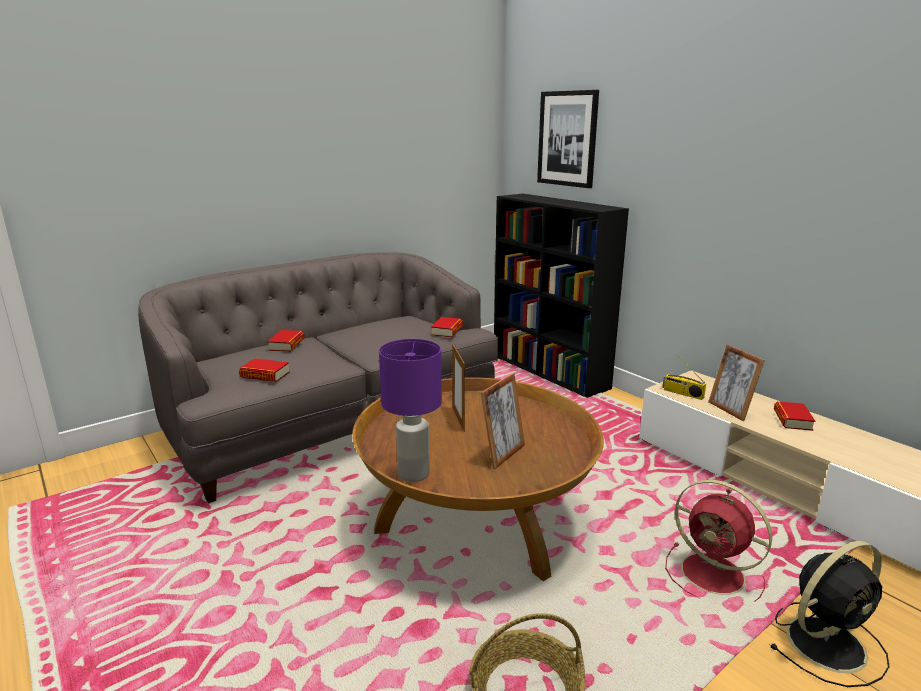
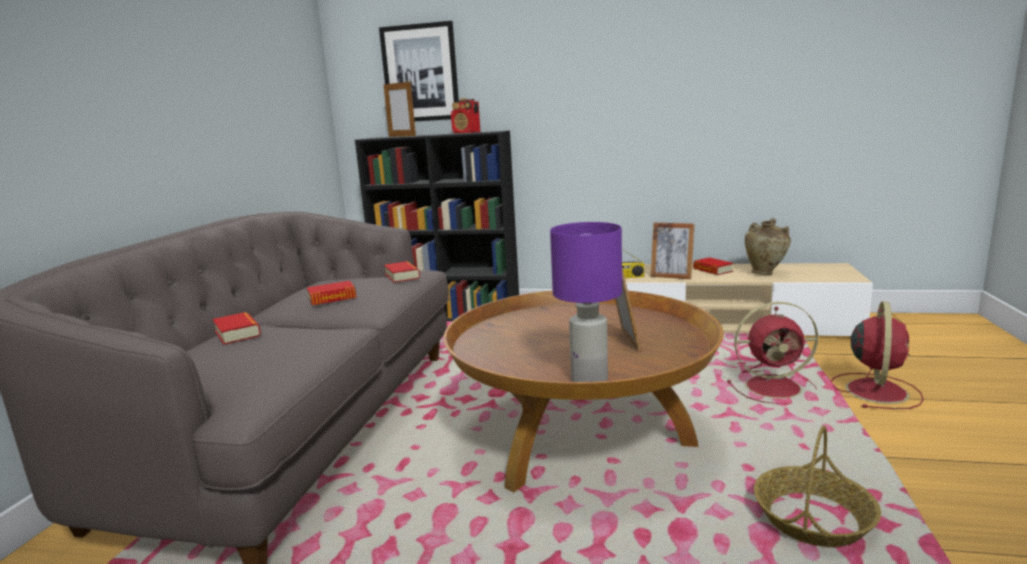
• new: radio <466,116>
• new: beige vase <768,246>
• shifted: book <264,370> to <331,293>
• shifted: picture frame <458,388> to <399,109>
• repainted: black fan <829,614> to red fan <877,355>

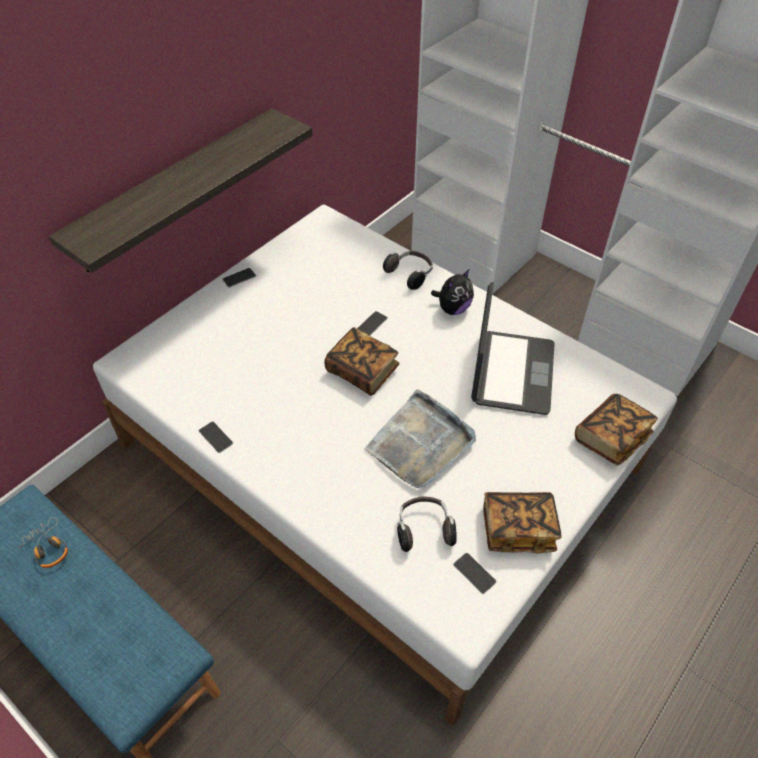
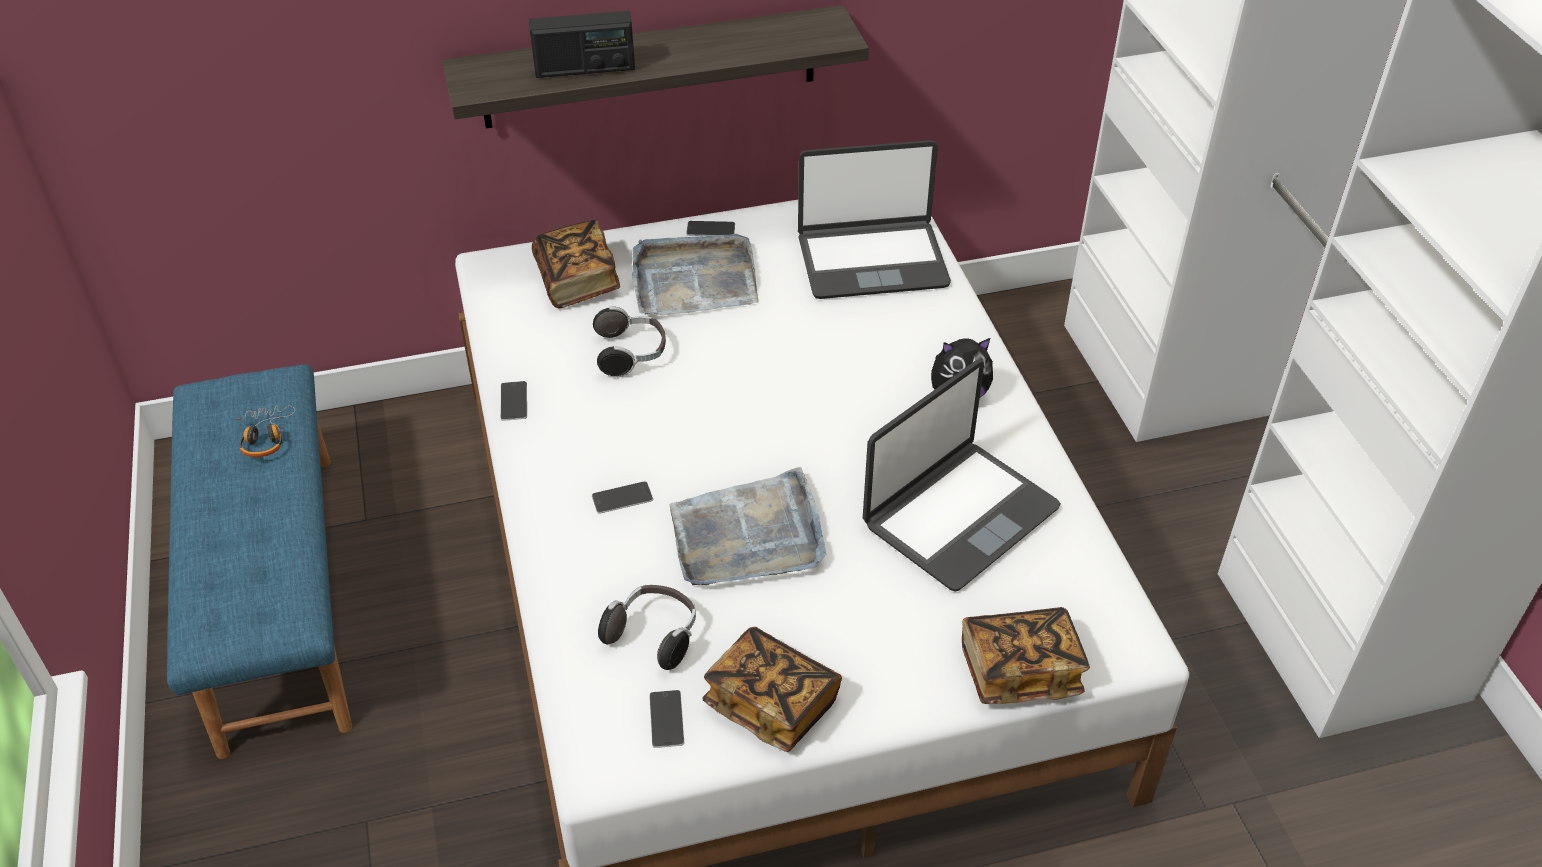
• new: radio <582,44>
• new: grey tray <695,274>
• new: laptop <874,219>
• shifted: book <361,361> to <576,264>
• shifted: phone <372,323> to <622,497>
• shifted: headphones <408,270> to <629,341>

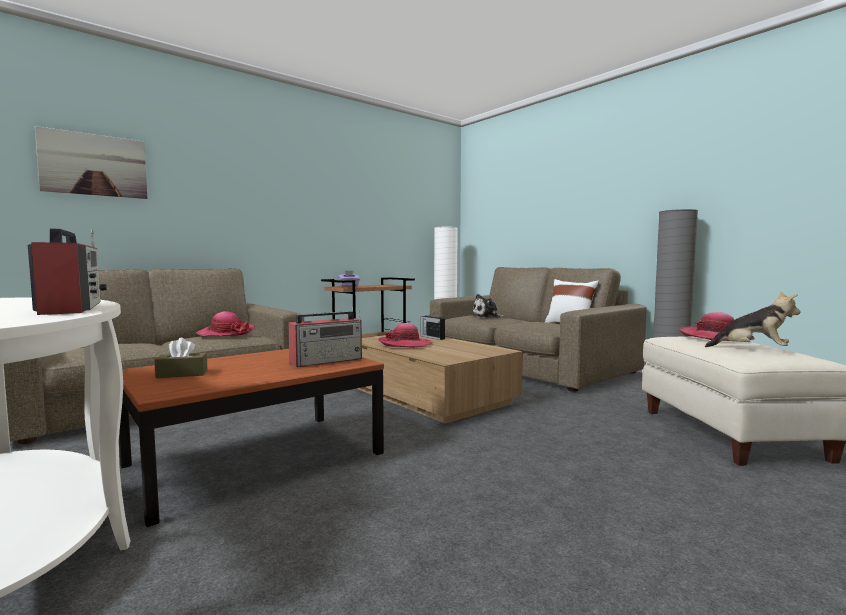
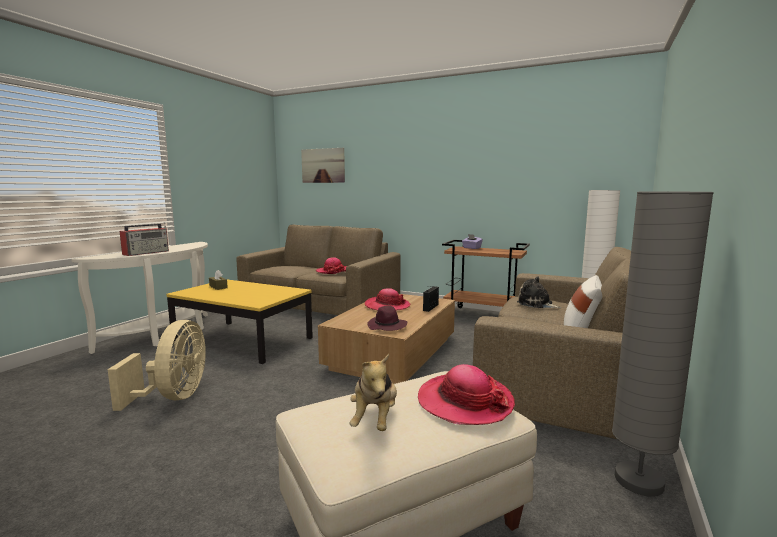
• gone: radio <325,338>
• new: beige fan <157,365>
• new: purple hat <387,318>
• repainted: brown coffee table <251,438> to yellow coffee table <239,322>

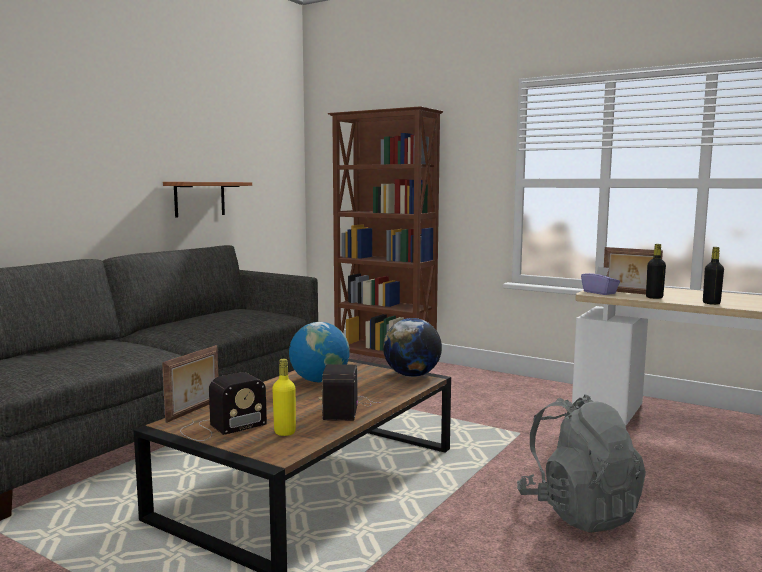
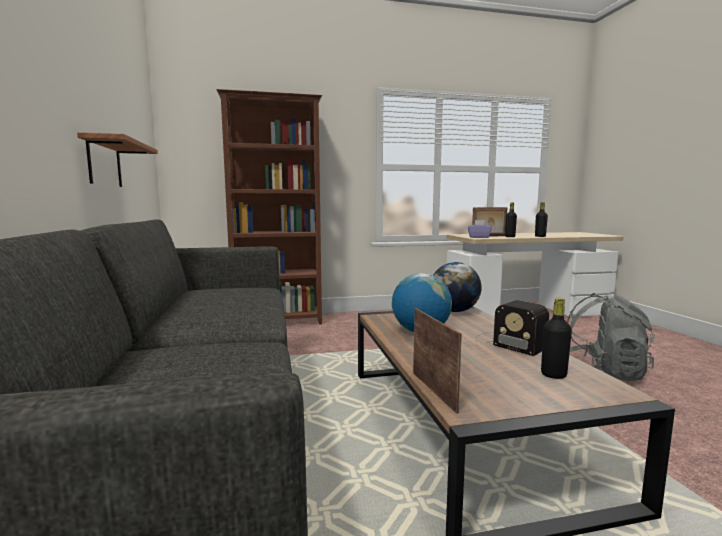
• gone: radio <223,406>
• repainted: yellow bottle <284,397> to black bottle <556,338>

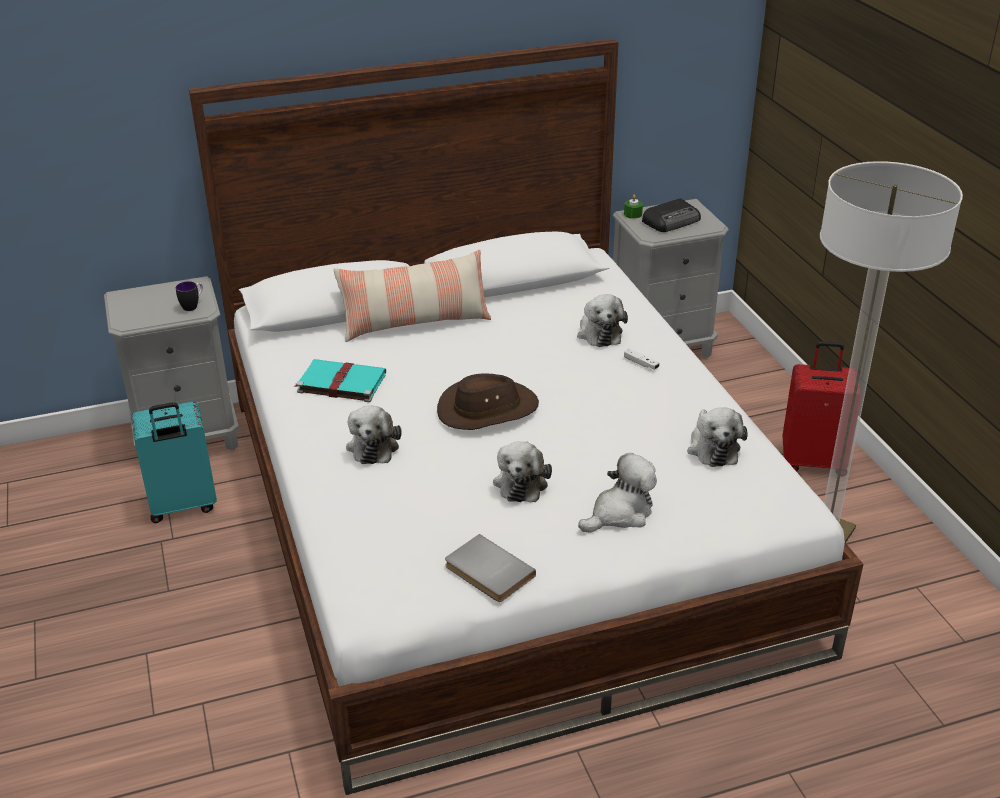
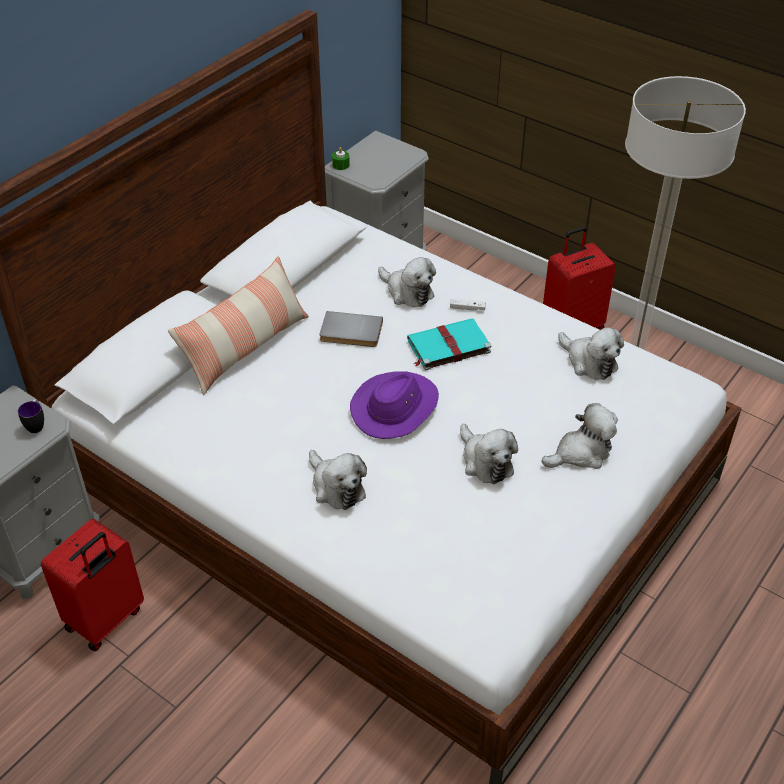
• gone: radio <671,215>
• shifted: turquoise book <340,380> to <449,344>
• shifted: grey book <490,568> to <351,329>
• repainted: turquoise suitcase <174,462> to red suitcase <92,585>
• repainted: brown hat <488,402> to purple hat <394,405>
• rotated: plush toy <617,493> = <579,436> 45 degrees clockwise

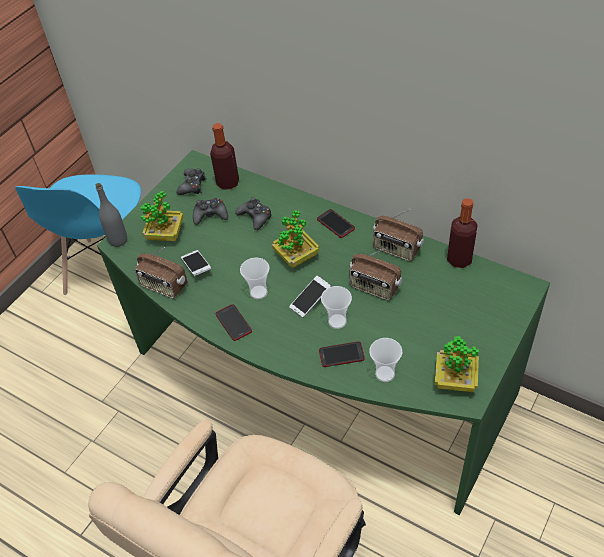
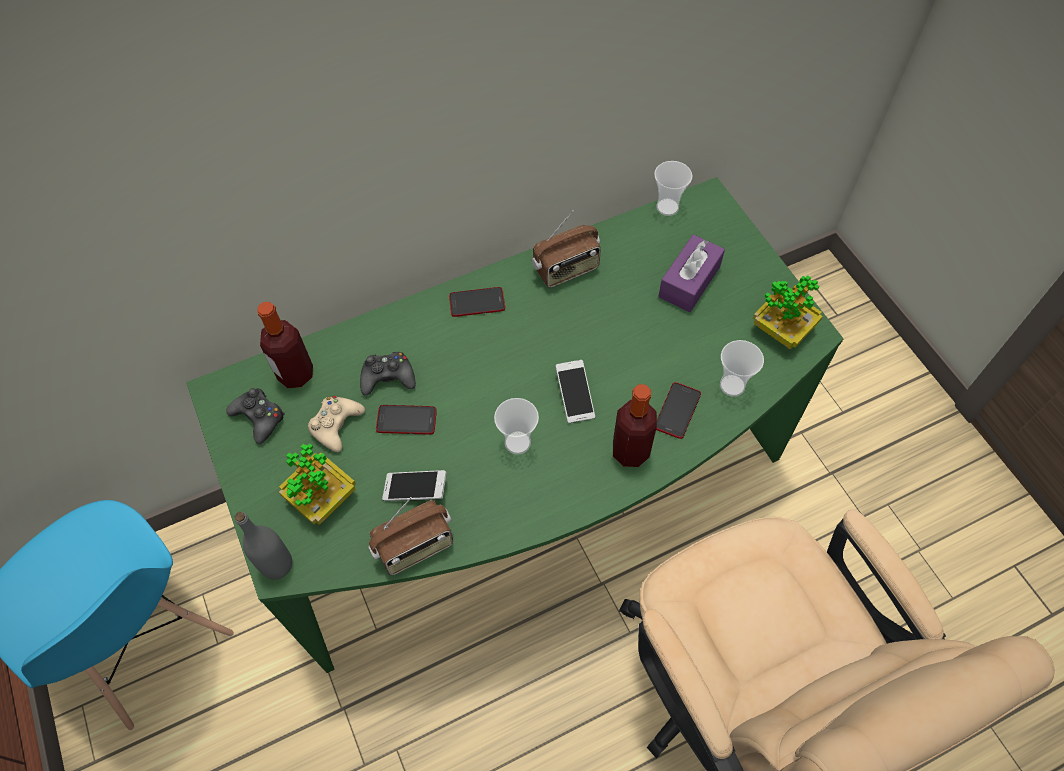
• gone: potted plant <295,239>
• gone: radio <376,273>
• new: purple tissue box <691,273>
• shifted: phone <233,322> to <406,420>
• shifted: cup <336,307> to <673,188>
• shifted: bottle <462,233> to <635,425>
• repainted: black game controller <210,211> to beige game controller <336,424>

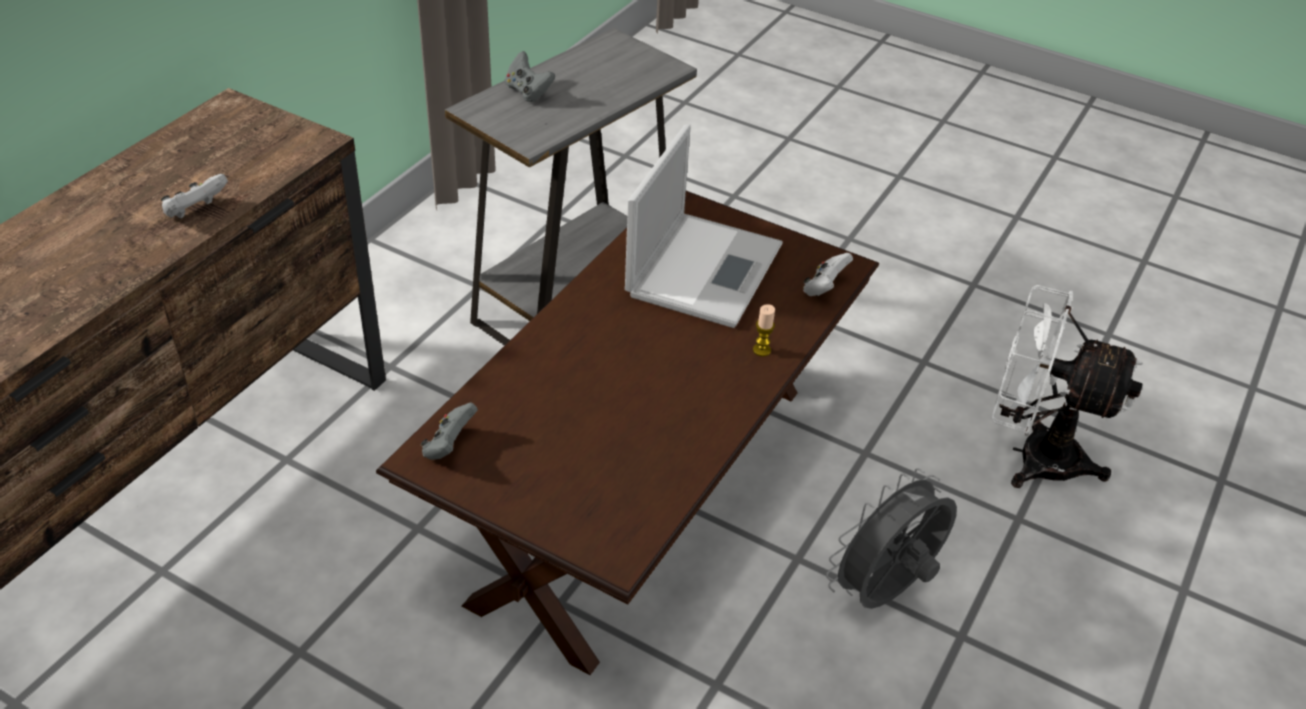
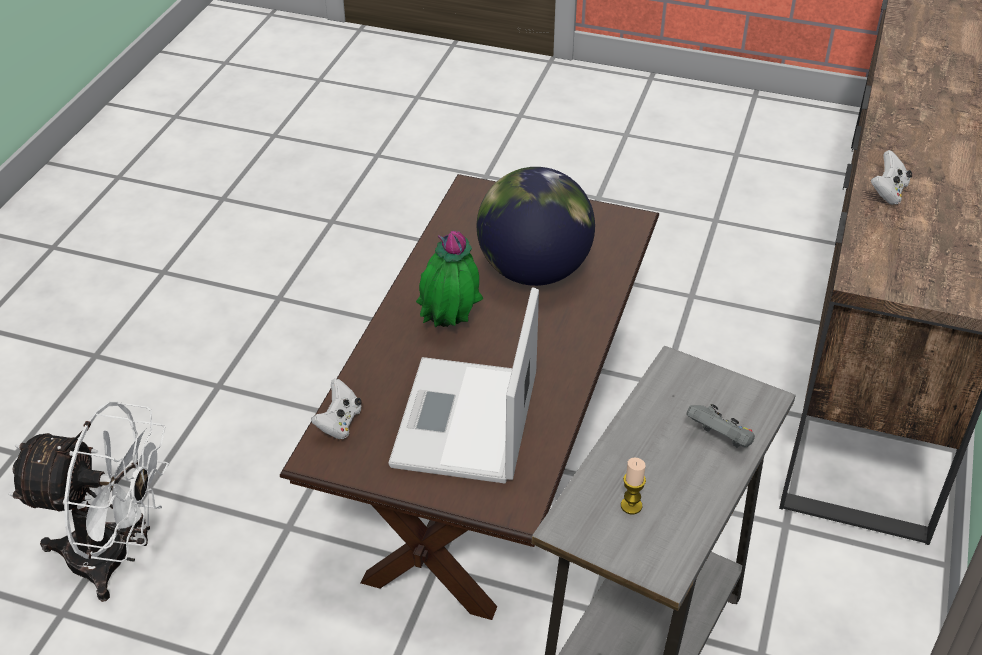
• gone: grey game controller <449,431>
• gone: grey fan <891,538>
• new: potted plant <449,279>
• new: globe <536,226>
• shifted: candle <764,330> to <633,485>

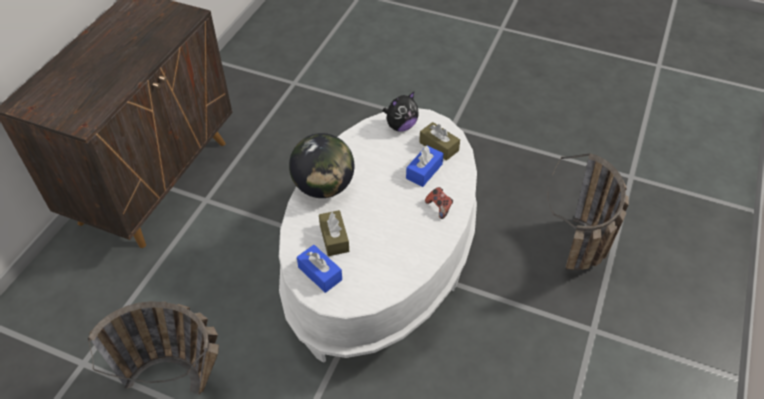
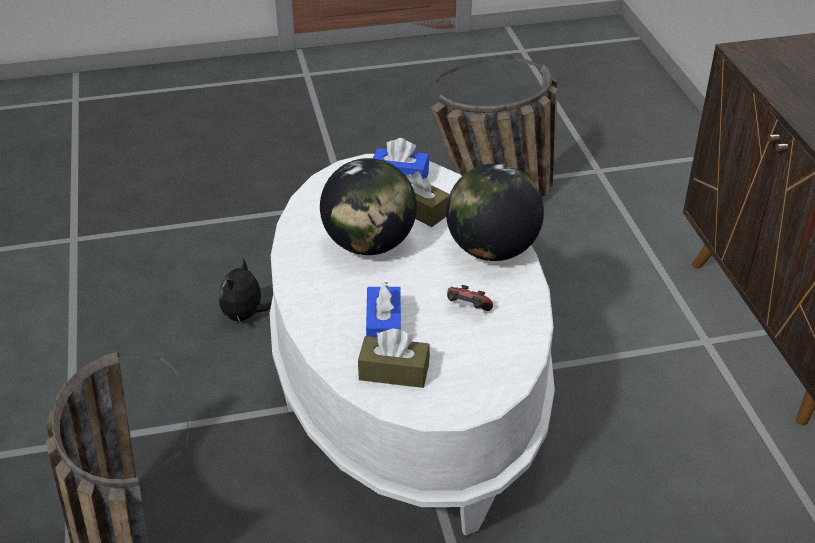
• new: globe <368,206>
• shifted: plush toy <401,112> to <245,290>
• shifted: game controller <439,203> to <470,298>

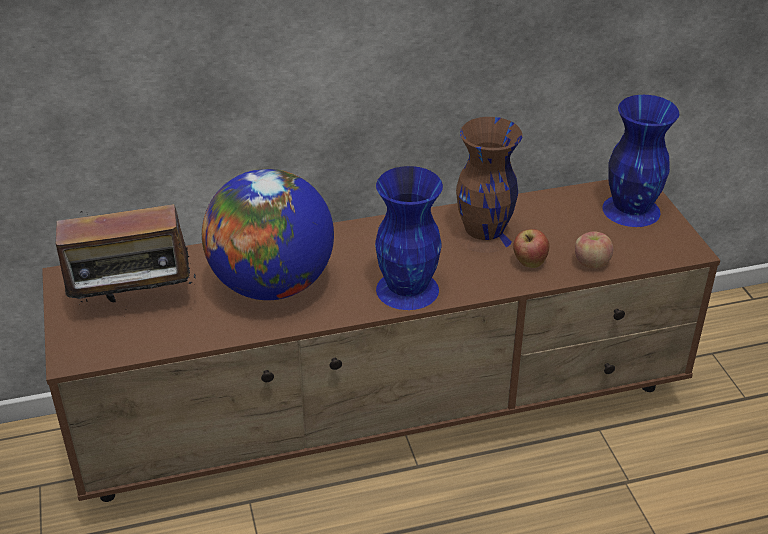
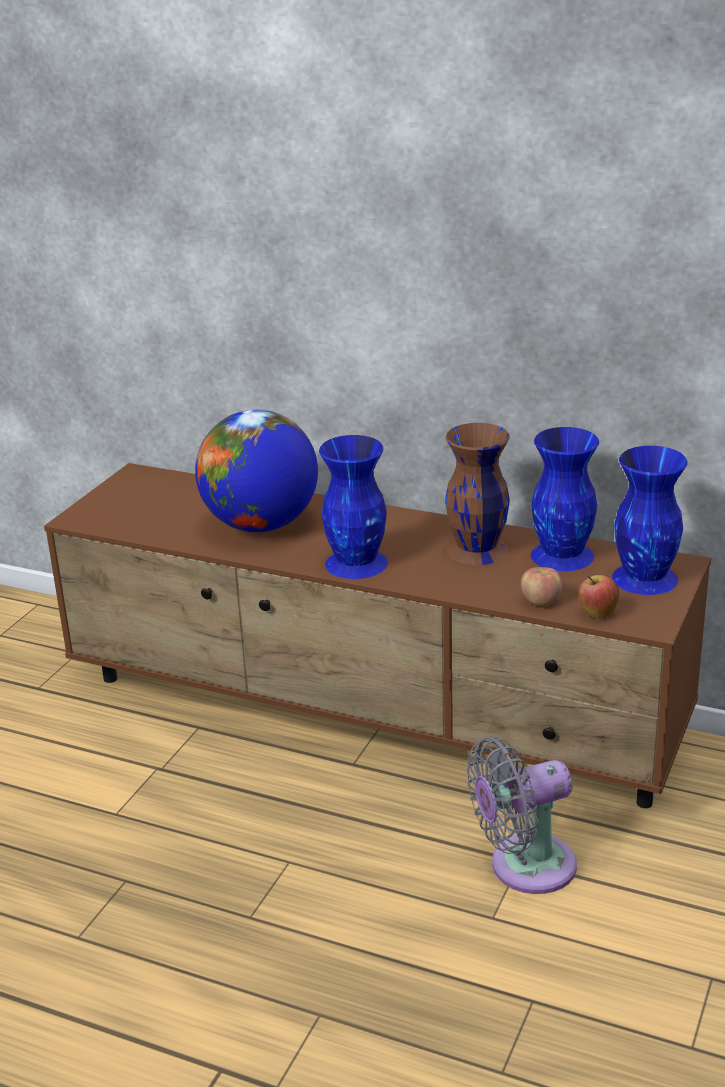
• gone: radio <125,256>
• new: grey fan <522,815>
• new: blue vase <565,499>
• shifted: apple <531,248> to <598,597>

